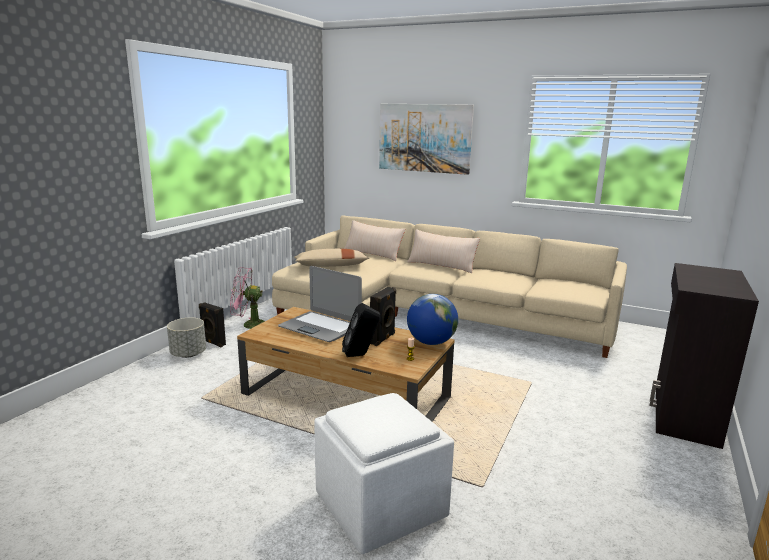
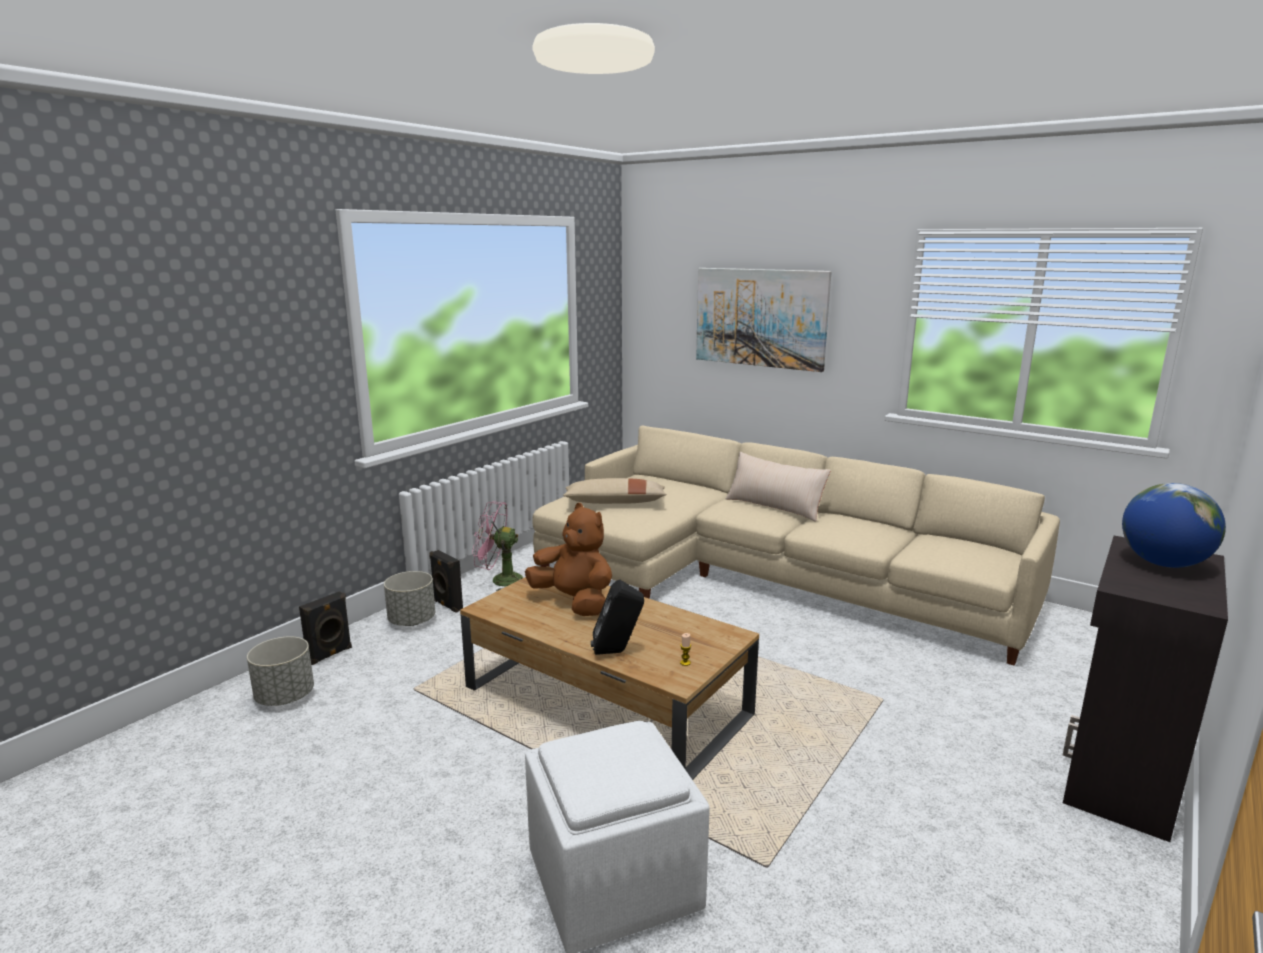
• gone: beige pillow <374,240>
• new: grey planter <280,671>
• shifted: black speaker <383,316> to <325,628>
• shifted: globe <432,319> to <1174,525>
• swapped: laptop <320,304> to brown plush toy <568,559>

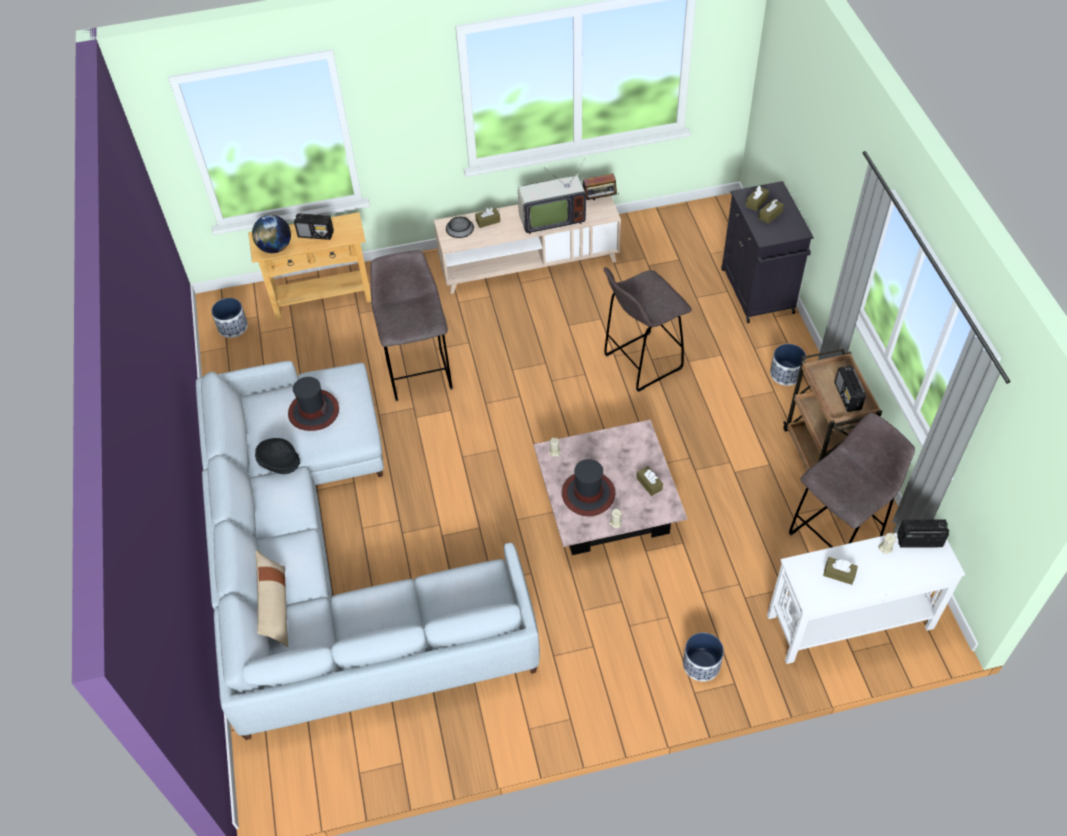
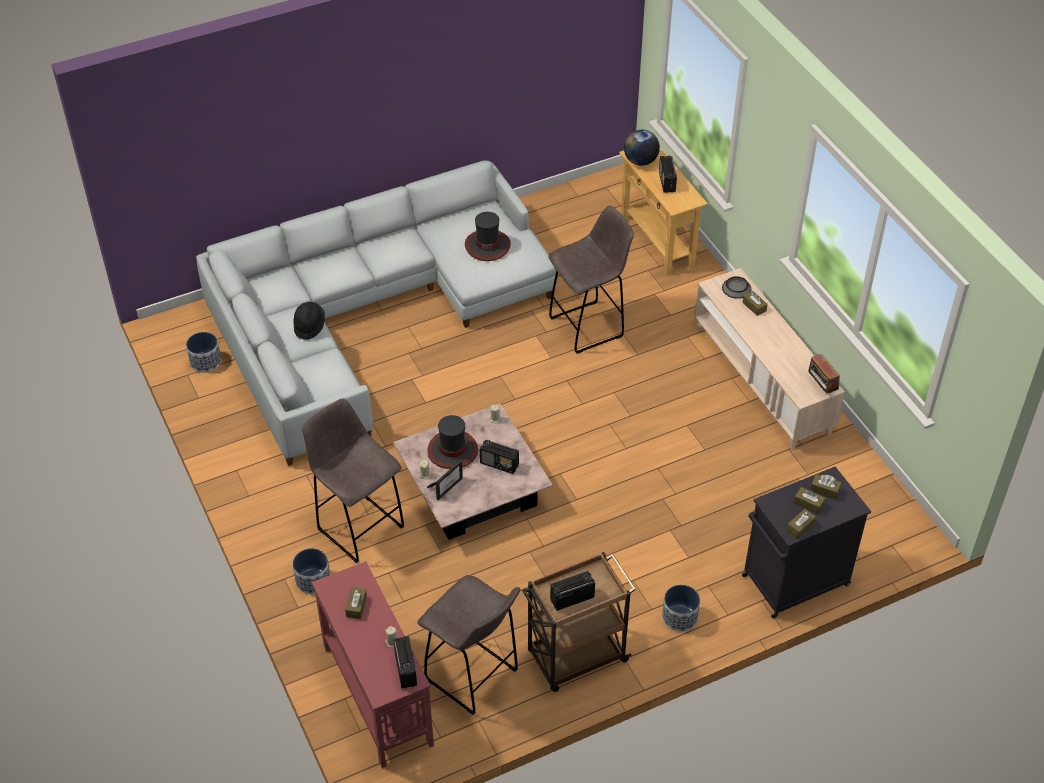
• gone: beige pillow <271,598>
• gone: television <552,196>
• new: picture frame <445,480>
• new: radio <499,457>
• shifted: planter <229,318> to <203,352>
• shifted: black hat <277,456> to <309,321>
• shifted: grey stool <648,329> to <353,480>
• shifted: brown tissue box <650,481> to <801,524>
• repainted: white console table <866,598> to red console table <373,664>

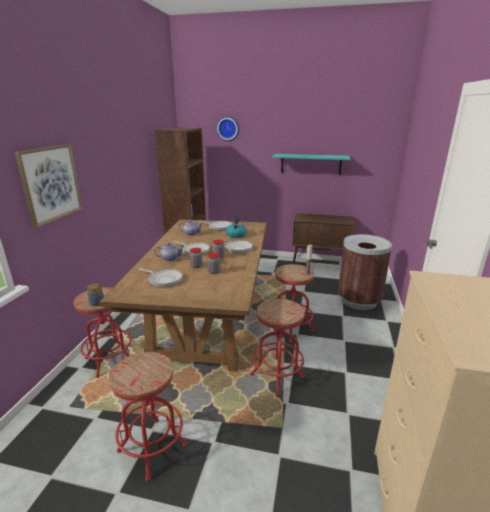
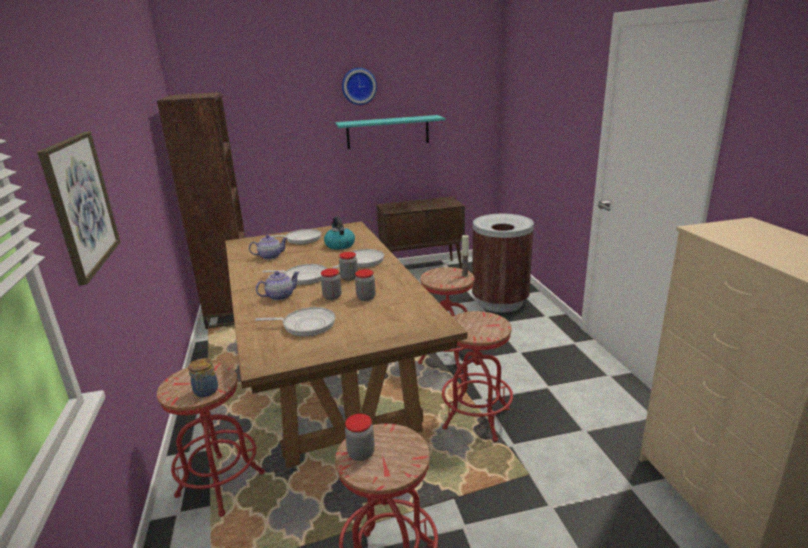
• new: jar <360,437>
• shifted: wall clock <228,128> to <359,86>

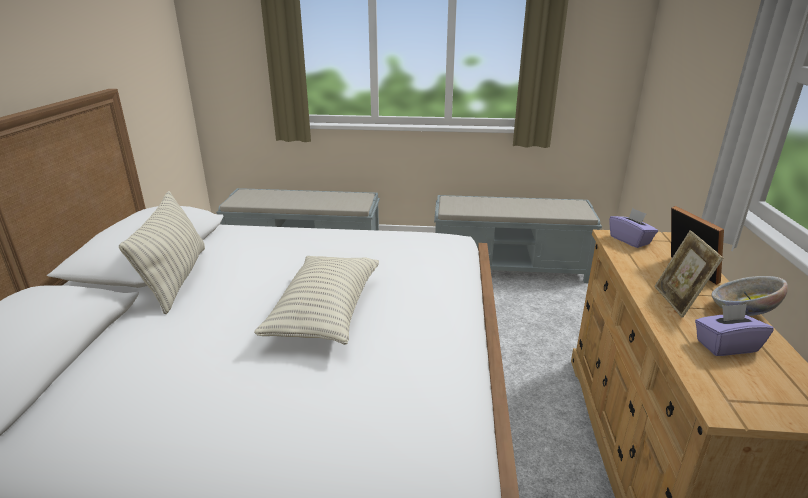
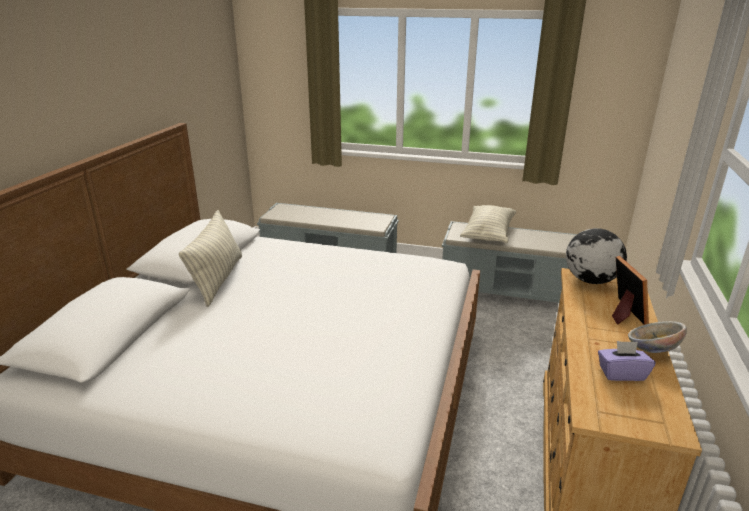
• gone: picture frame <688,274>
• shifted: pillow <316,300> to <488,224>
• swapped: purple tissue box <633,228> to globe <596,256>

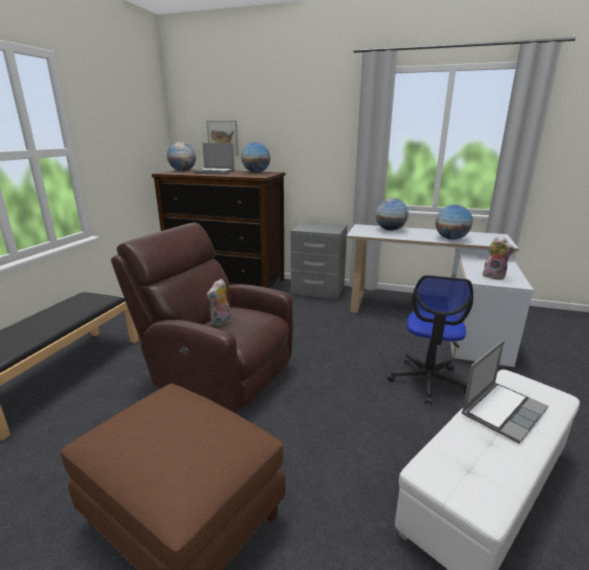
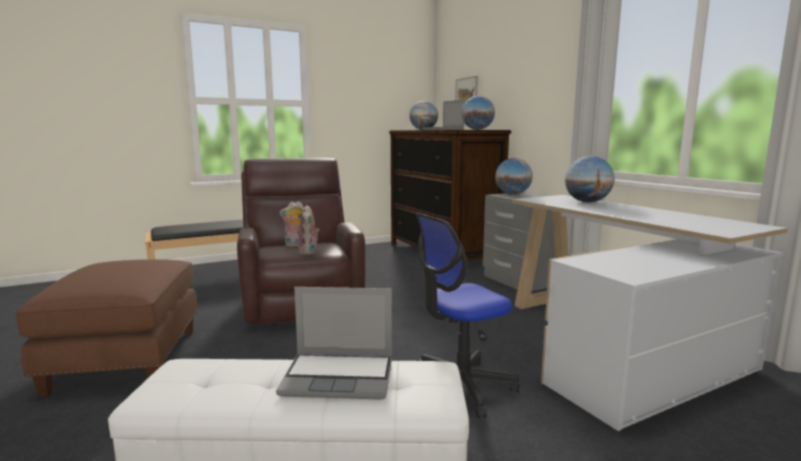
• shifted: globe <454,222> to <514,176>
• shifted: plush toy <499,258> to <309,230>

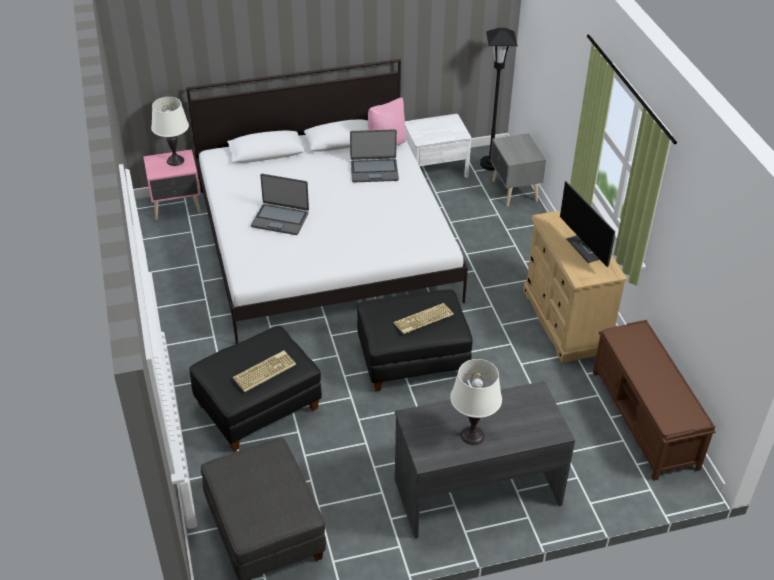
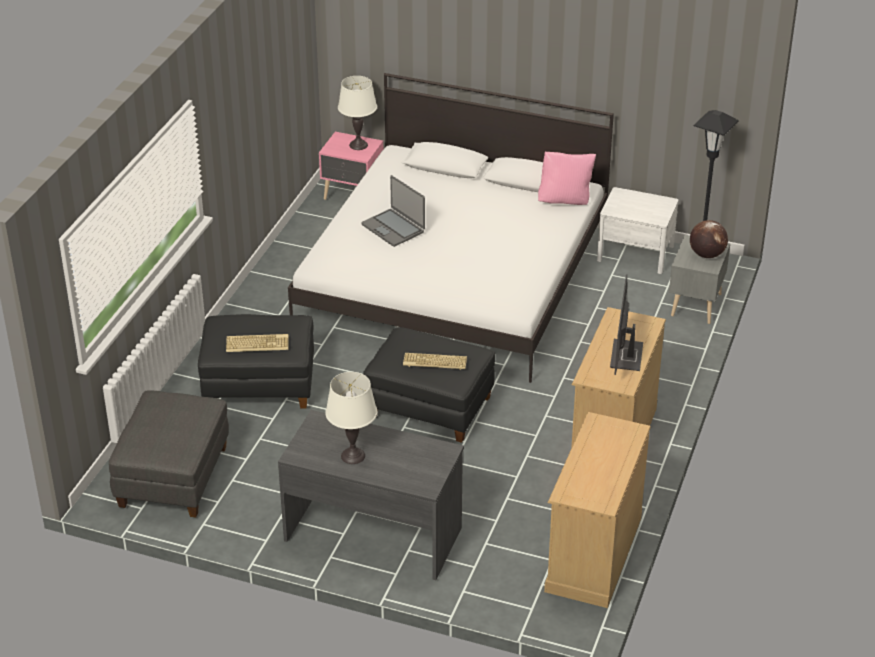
• gone: laptop <374,155>
• new: globe <709,239>
• swapped: brown bench <654,400> to beige dresser <597,510>

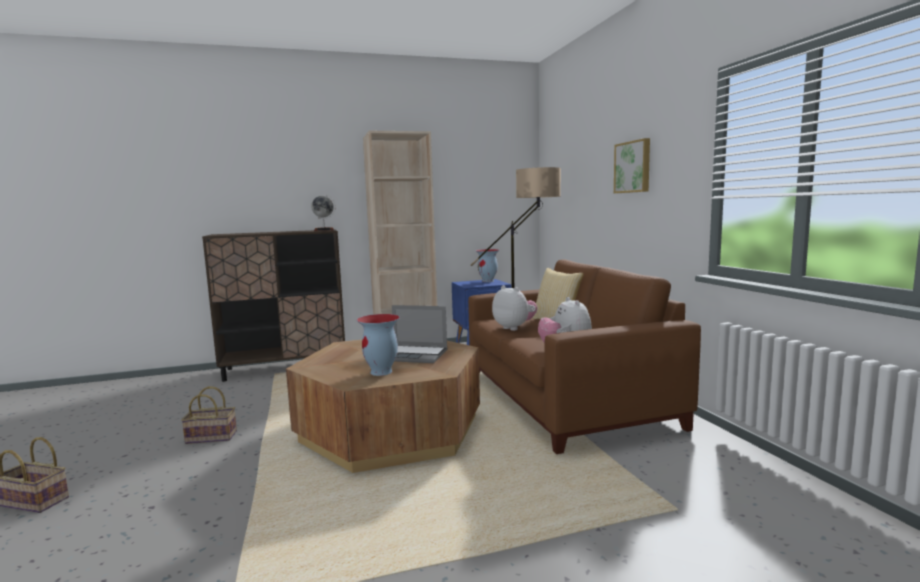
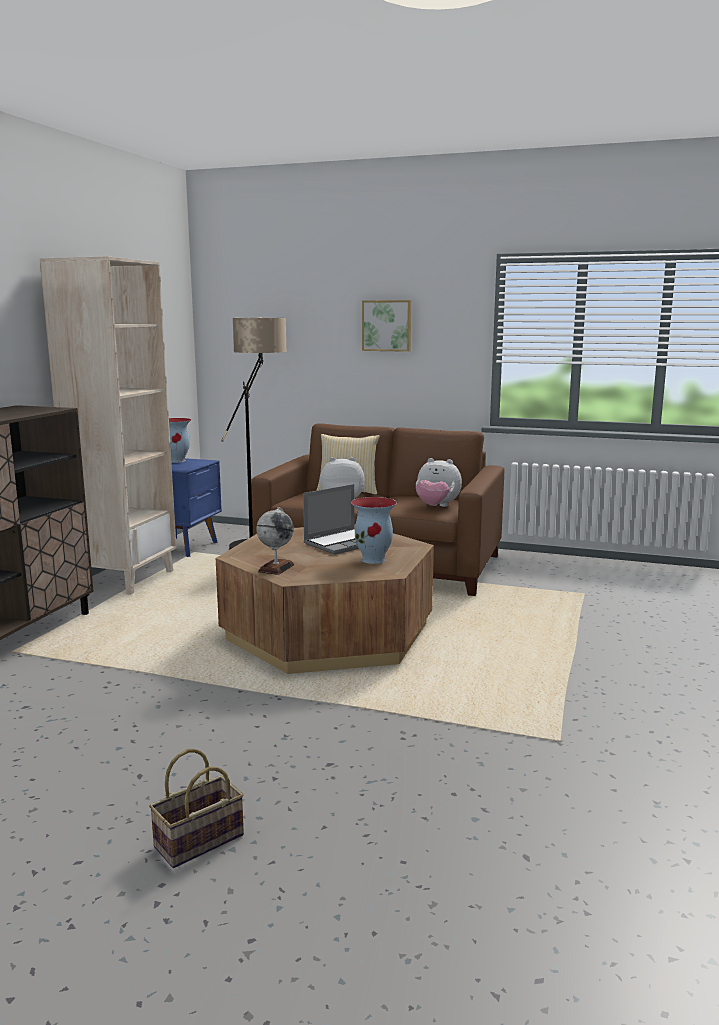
• gone: basket <209,415>
• shifted: globe <323,212> to <275,541>

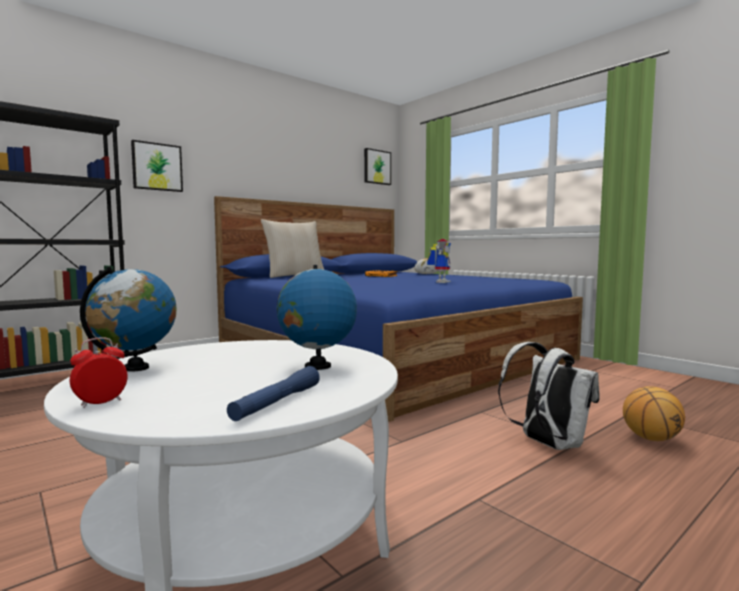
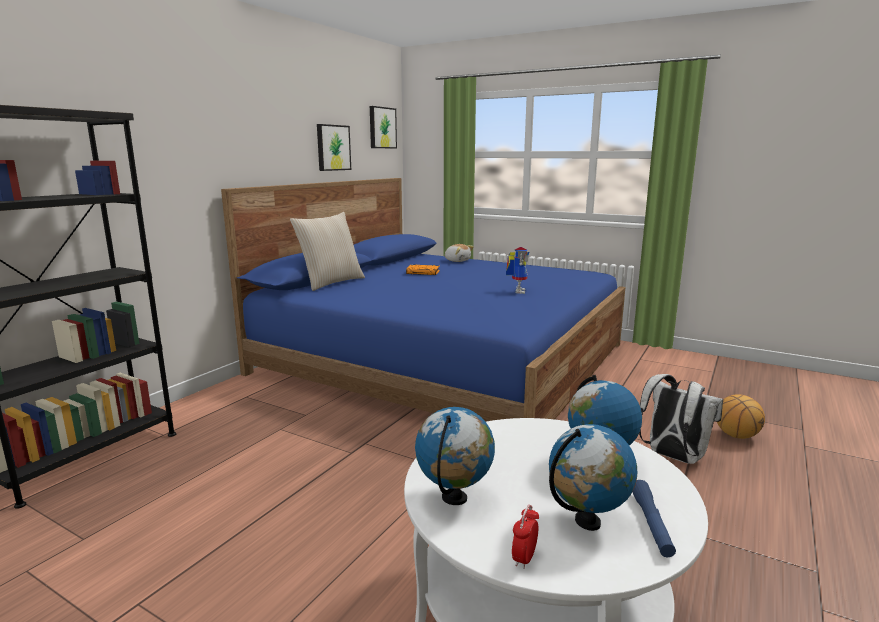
• new: globe <593,477>
• shifted: picture <157,166> to <334,147>

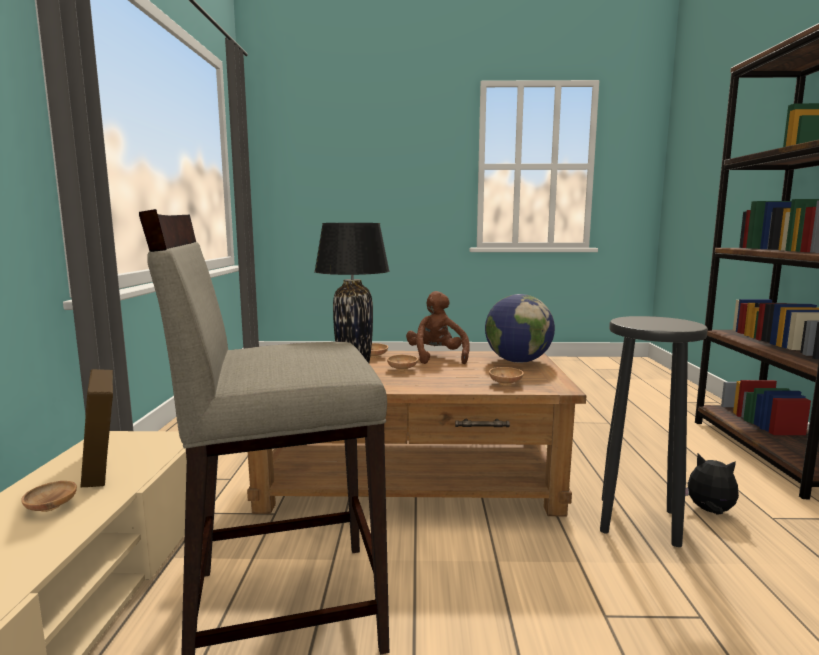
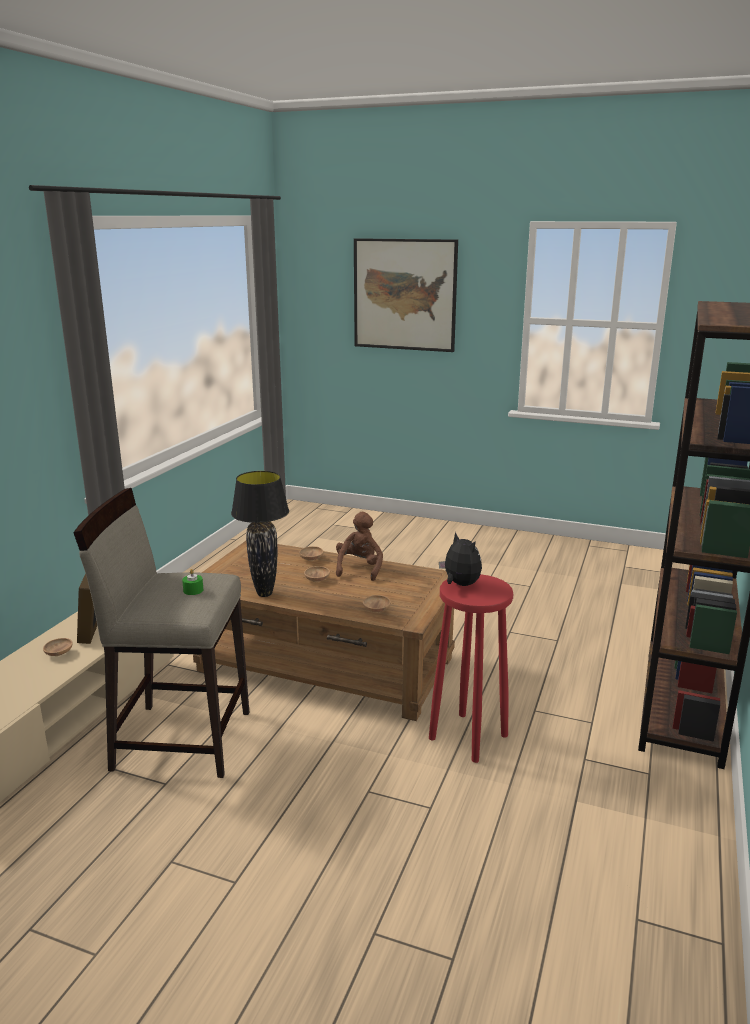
• gone: globe <520,328>
• new: green candle <192,582>
• new: picture <406,295>
• shifted: plush toy <712,484> to <460,559>
• repainted: black stool <654,431> to red stool <471,668>

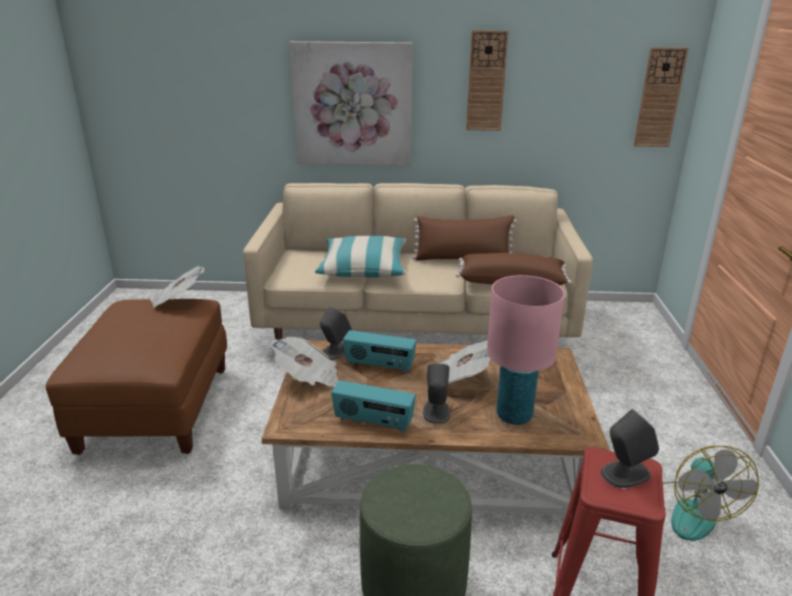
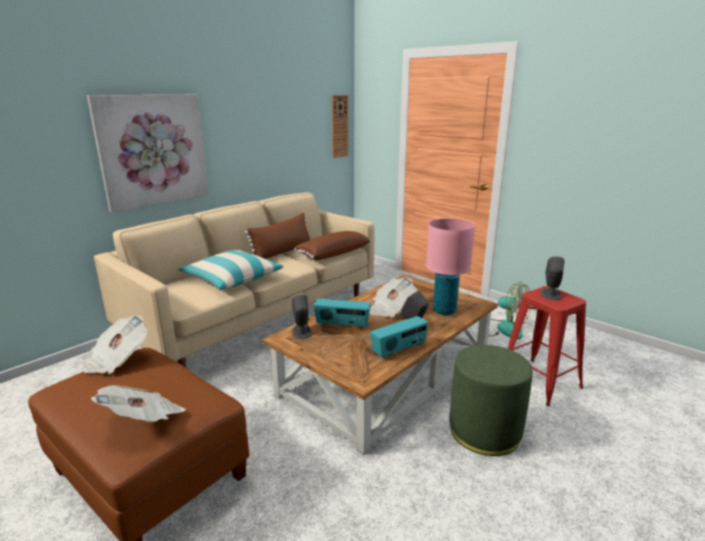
• gone: wall clock <487,80>
• shifted: newspaper <305,362> to <138,403>
• rotated: radio <380,351> = <342,314> 45 degrees clockwise

